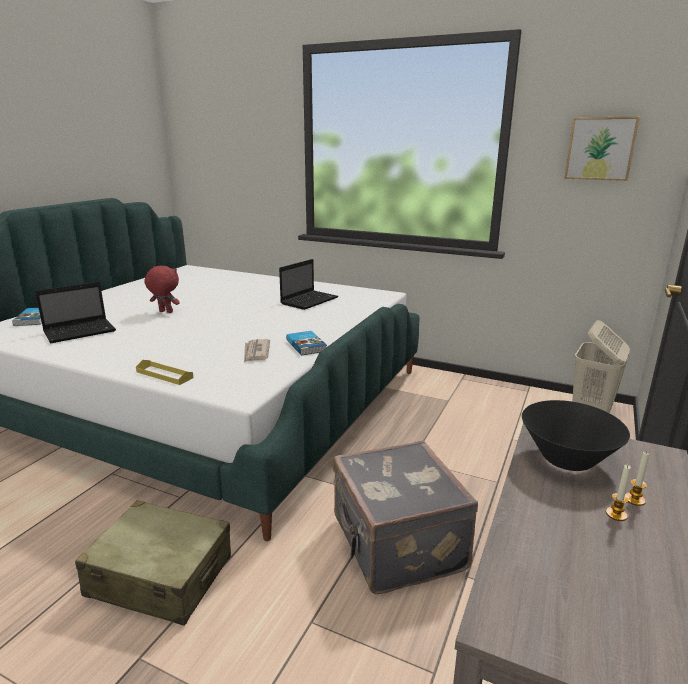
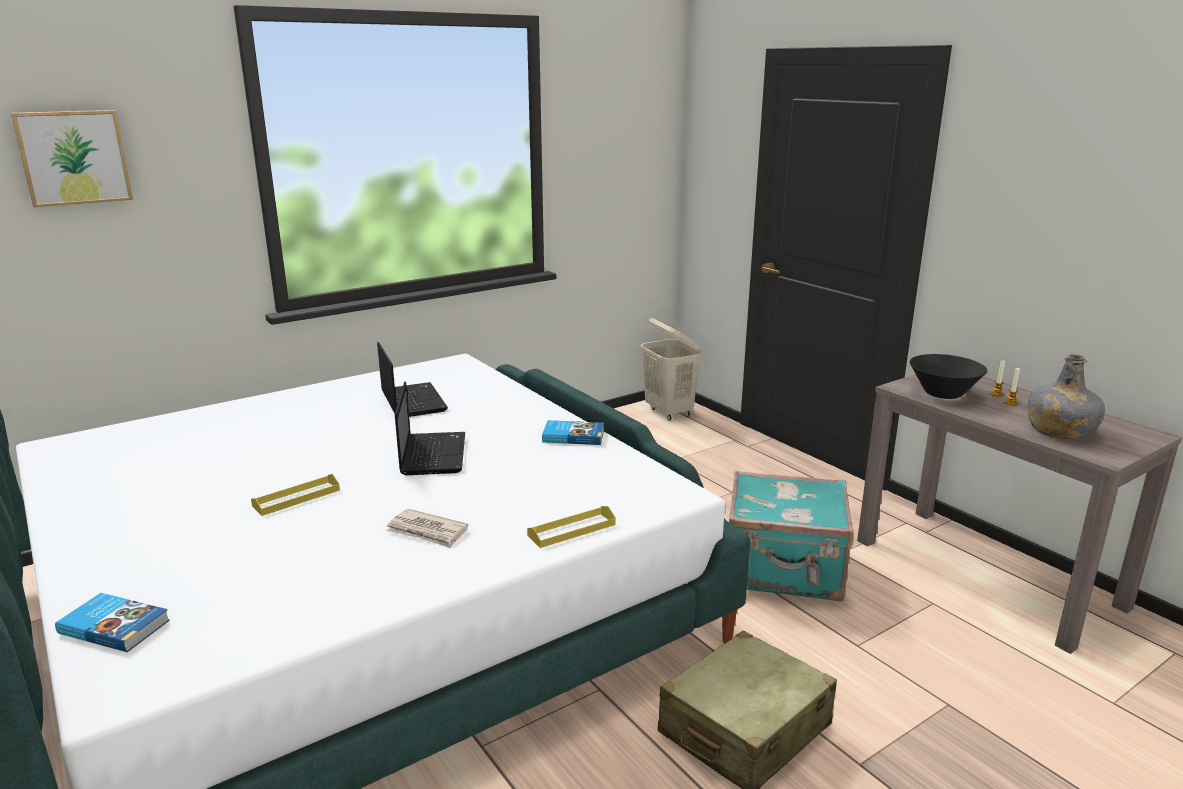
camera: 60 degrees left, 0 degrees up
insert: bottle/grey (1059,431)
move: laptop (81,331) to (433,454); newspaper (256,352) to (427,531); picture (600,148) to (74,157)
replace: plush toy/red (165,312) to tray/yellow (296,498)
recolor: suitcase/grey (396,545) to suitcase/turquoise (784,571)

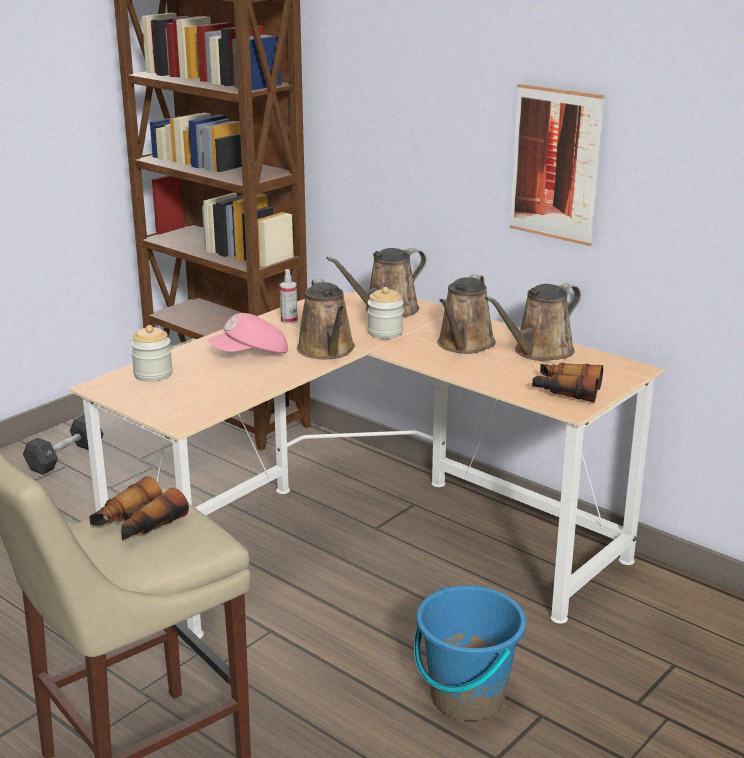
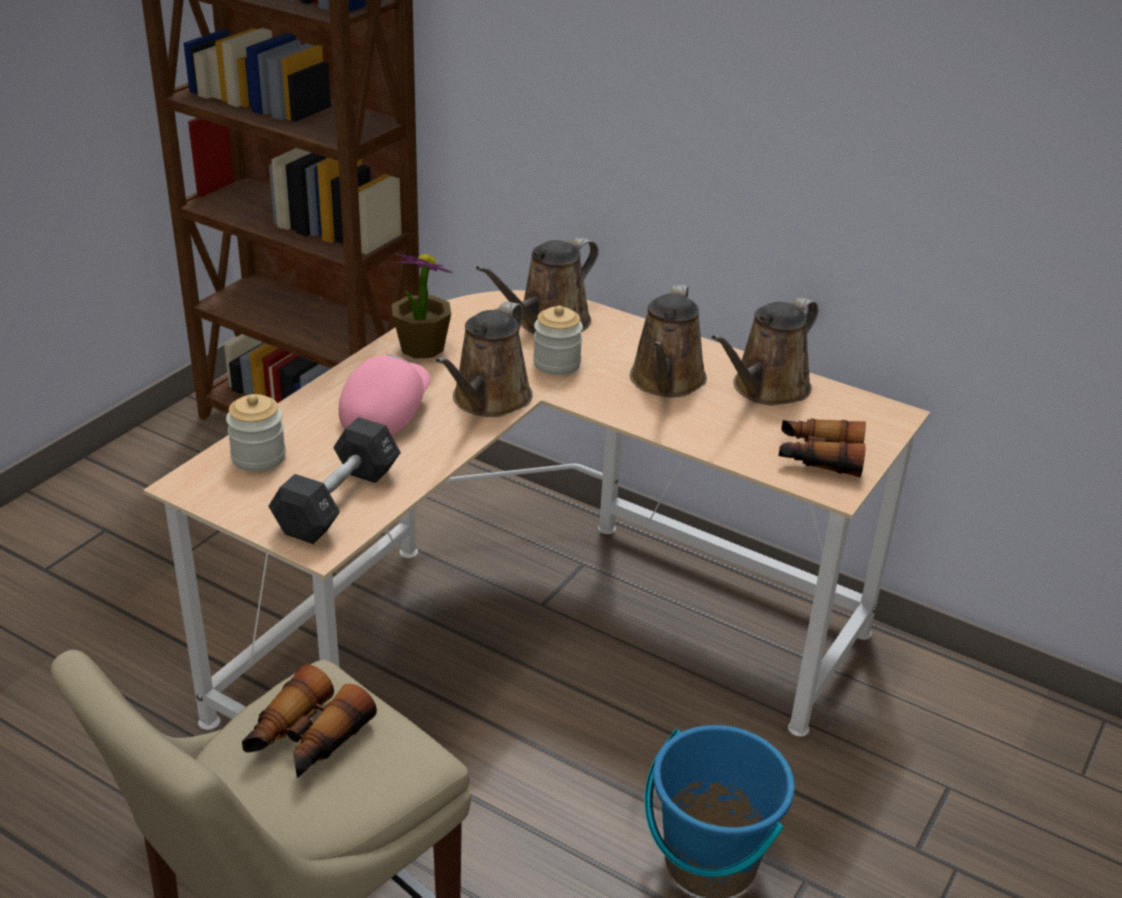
camera: 10 degrees left, 10 degrees up
delete: picture (555,164)
move: dumbbell/black (65,457) to (338,501)
replace: spray bottle (289,321) to potted plant (421,347)
rotate: cap/pink (250,355) = (385,414) 150 degrees clockwise; watering can/brown (327,350) = (488,400) 45 degrees clockwise

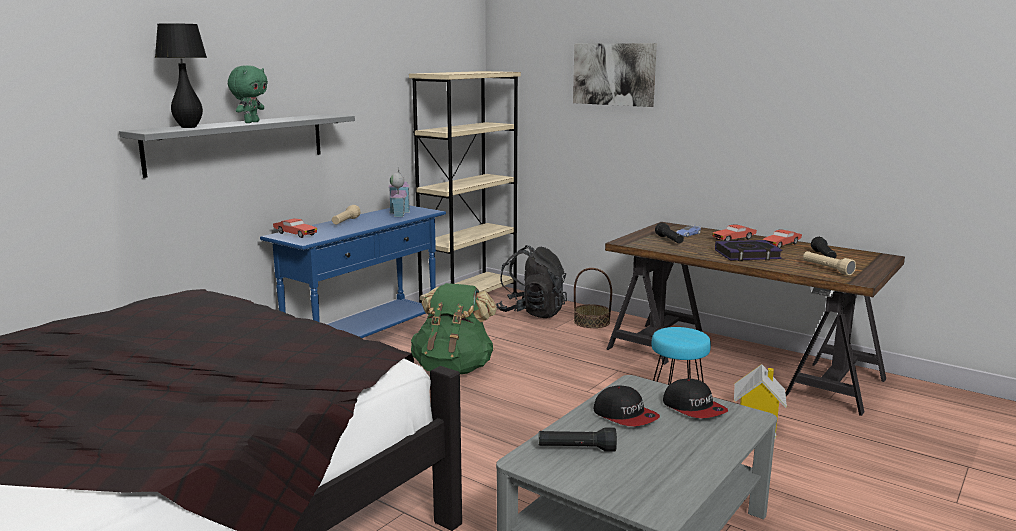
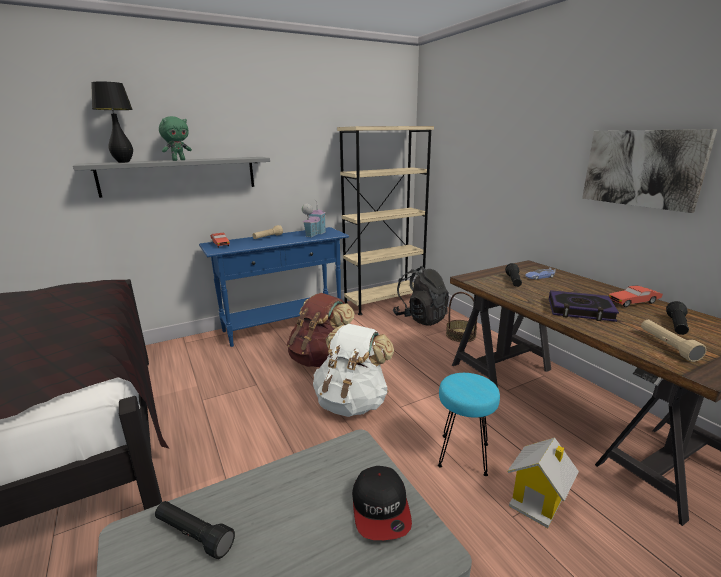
camera: 25 degrees right, 5 degrees up
delete: cap (625,416); toy car/red (734,239)
insert: backpack/white (352,402)
move: picture (614,74) to (642,168)
recolor: backpack/green (454,368) to backpack/brown (320,359)

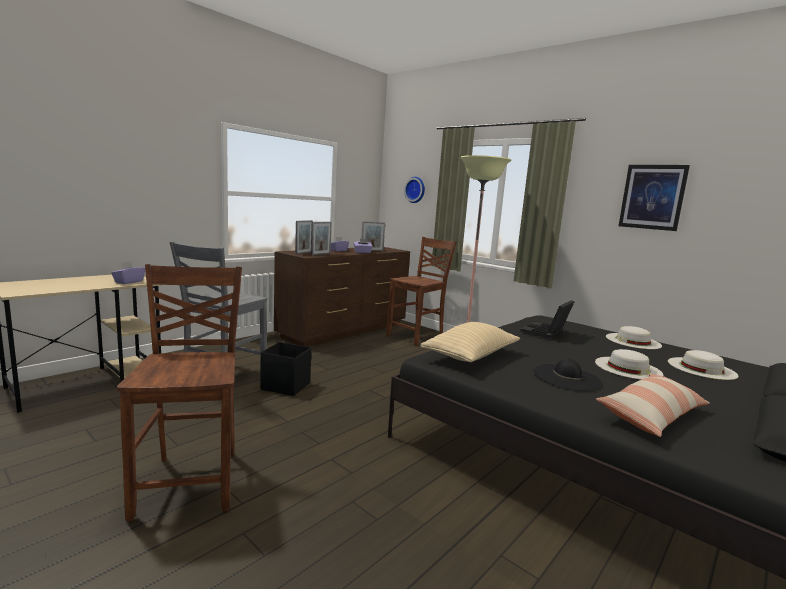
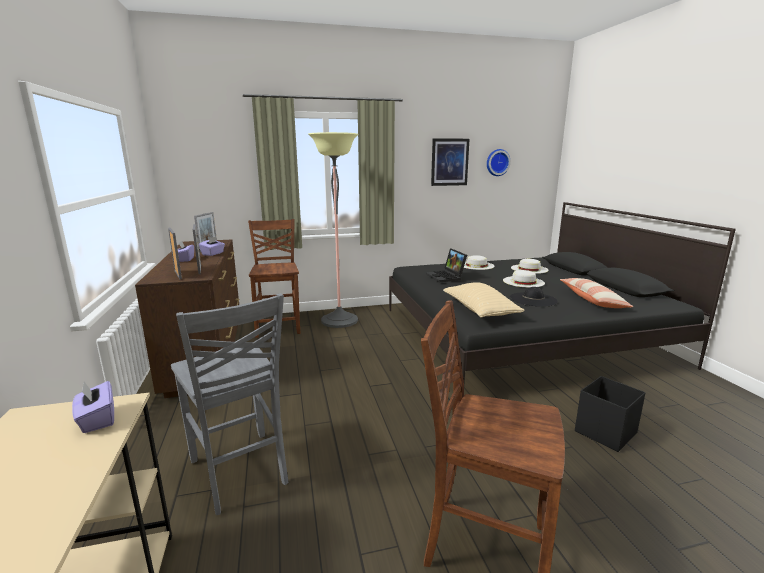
camera: 55 degrees left, 5 degrees up
move: storage box/black (285,386) to (604,432); wall clock (415,190) to (497,162)

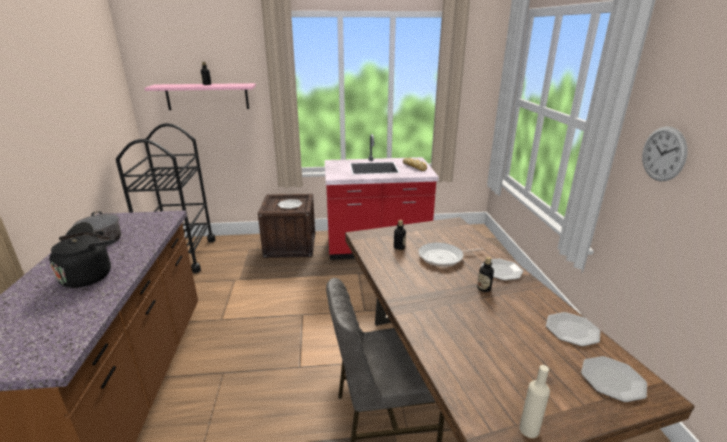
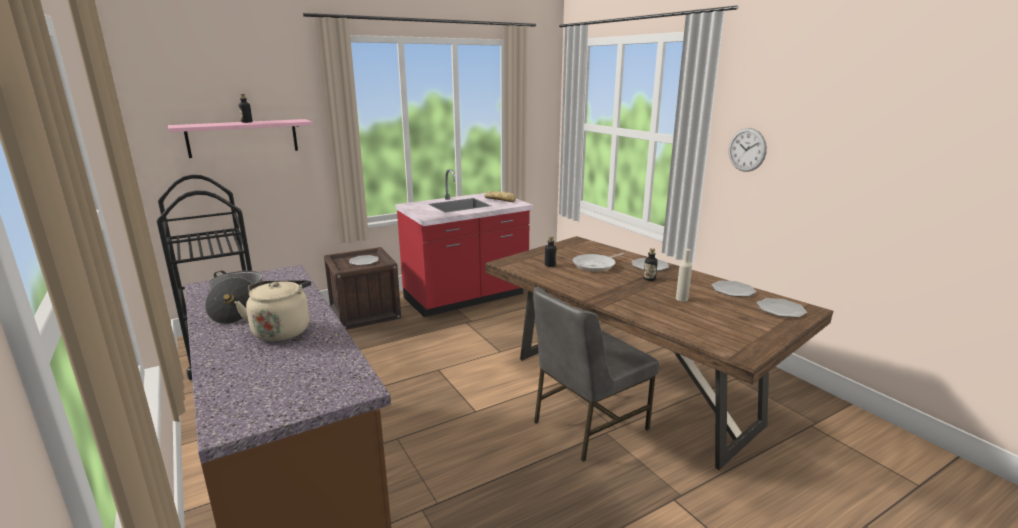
camera: 25 degrees left, 5 degrees down
move: bottle/beige (529,429) to (681,299)
recolor: kettle/black (89,276) to kettle/beige (282,330)

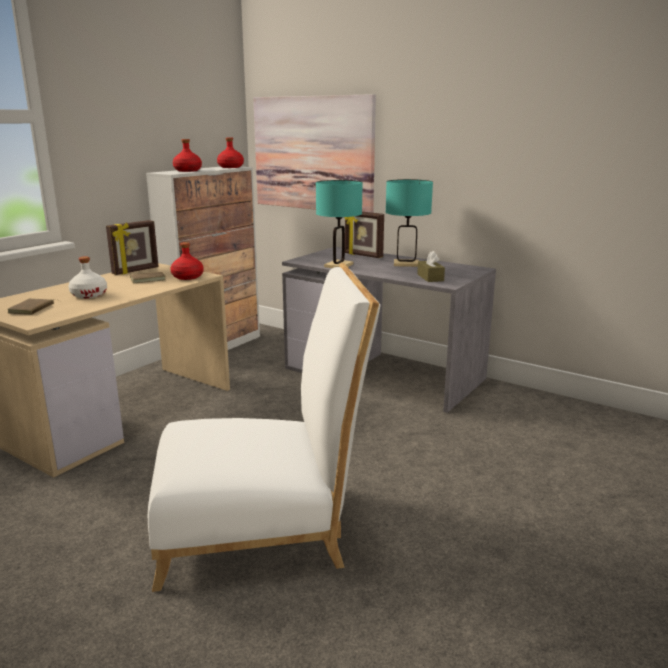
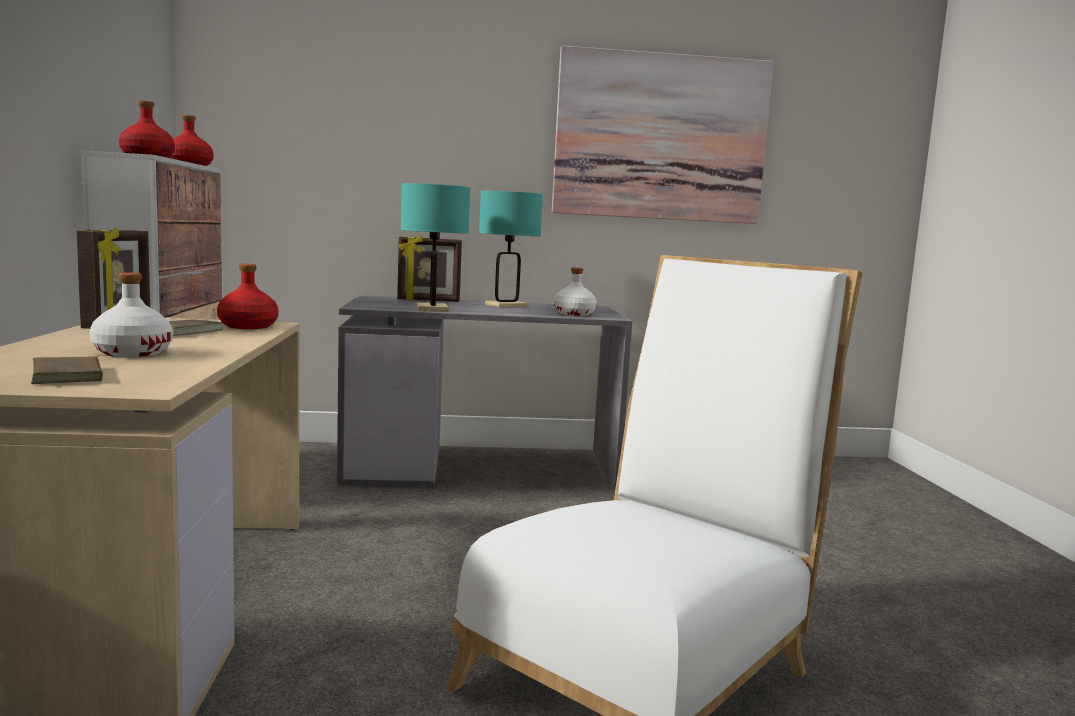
camera: 40 degrees left, 10 degrees down
move: picture (313,153) to (660,137)
replace: tissue box/brown (430,277) to bottle/white (573,314)

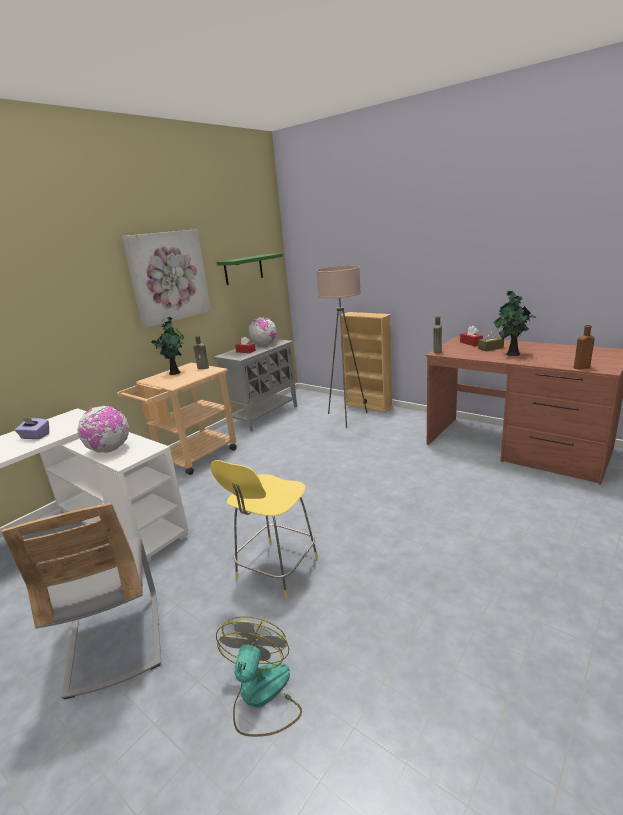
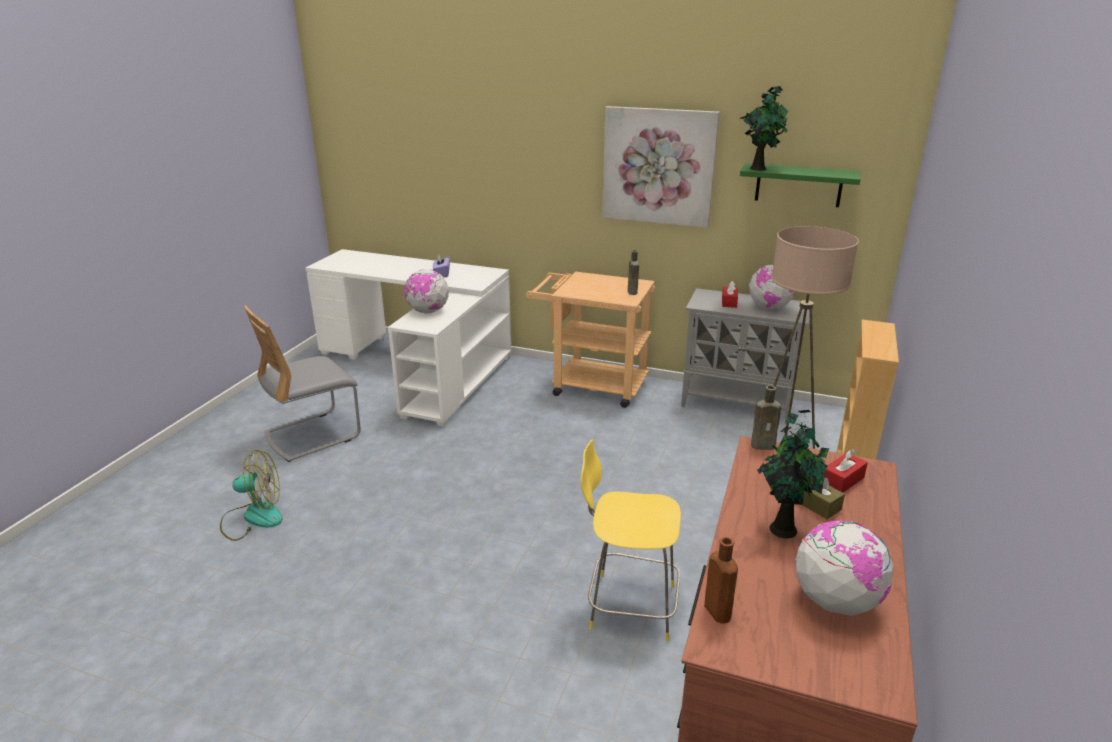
camera: 70 degrees right, 5 degrees up
insert: globe (835,601)
move: potted plant (175,372) to (759,168); stool/yellow (275,569) to (628,606)

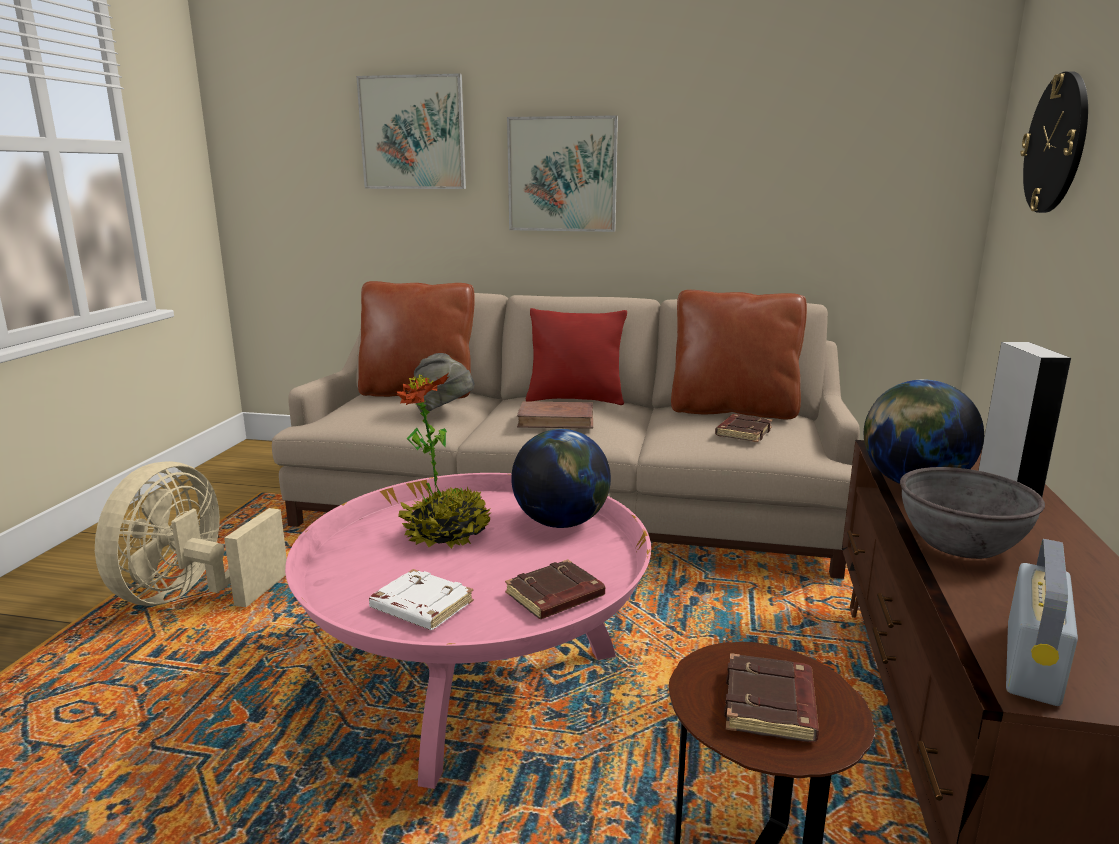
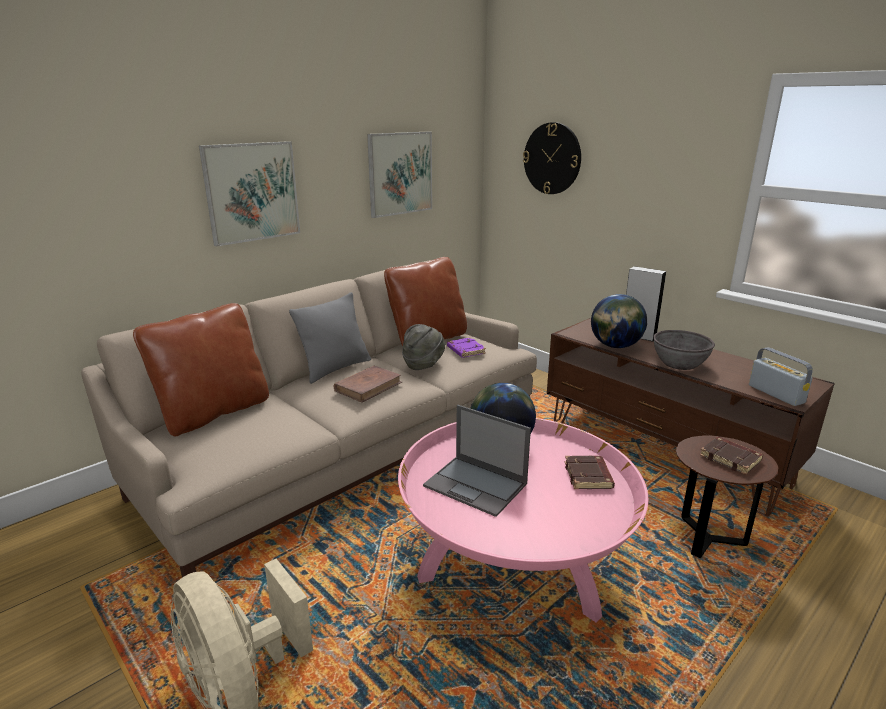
camera: 55 degrees left, 5 degrees up
delete: book/white (420,606)
move: picture (412,133) to (400,173); hat/grey (444,412) to (423,364)
replace: potted plant (446,534) to laptop (476,485)
recolor: pillow/red (575,399) to pillow/grey (335,368); book/brown (743,432) to book/purple (465,350)

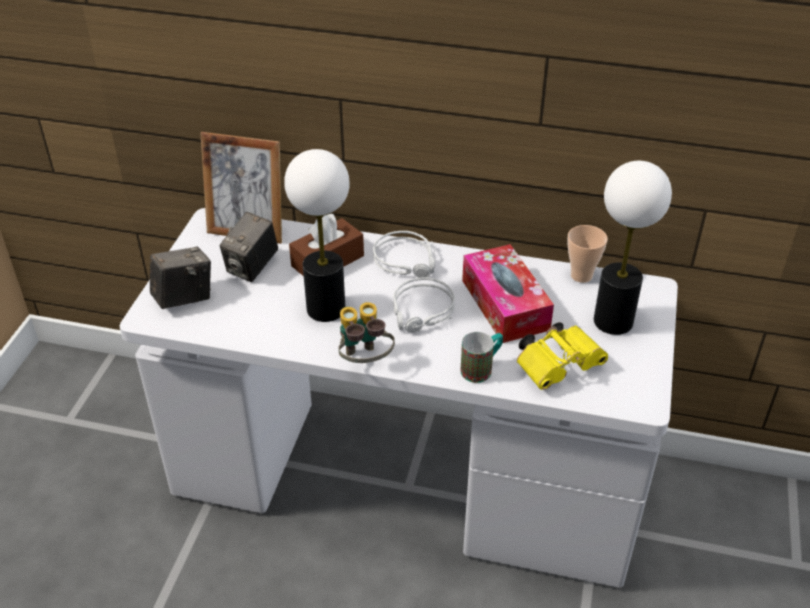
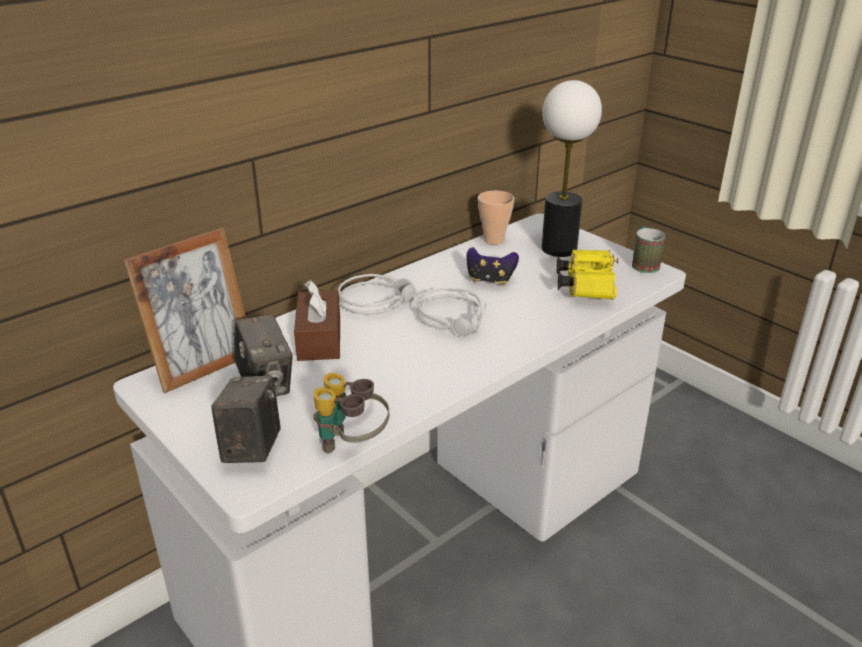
camera: 55 degrees left, 10 degrees down
delete: table lamp (325,309)
move: binoculars (364,361) to (351,445); mug (481,368) to (644,263)
replace: tissue box (505,305) to game controller (490,280)

